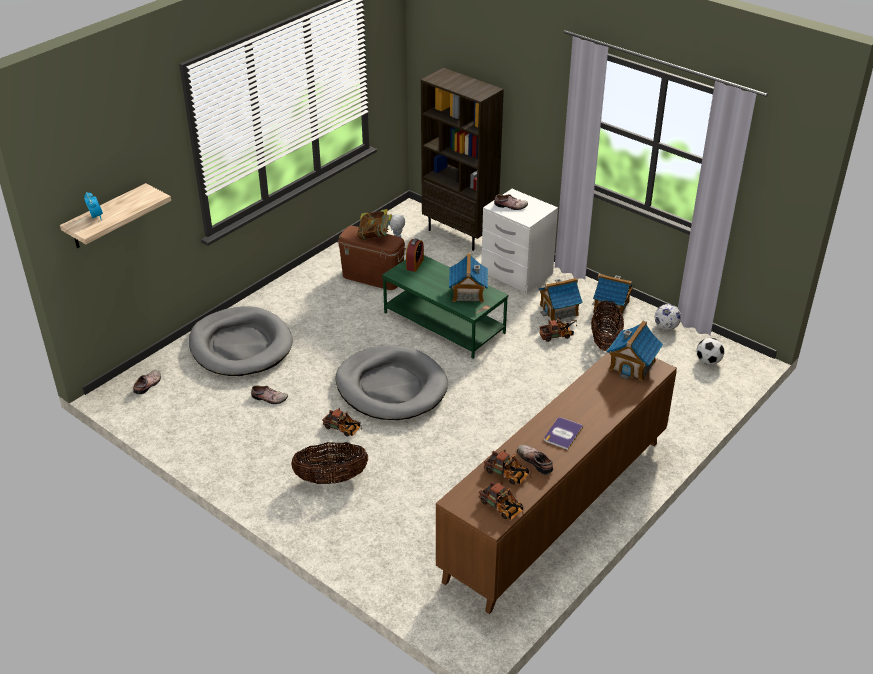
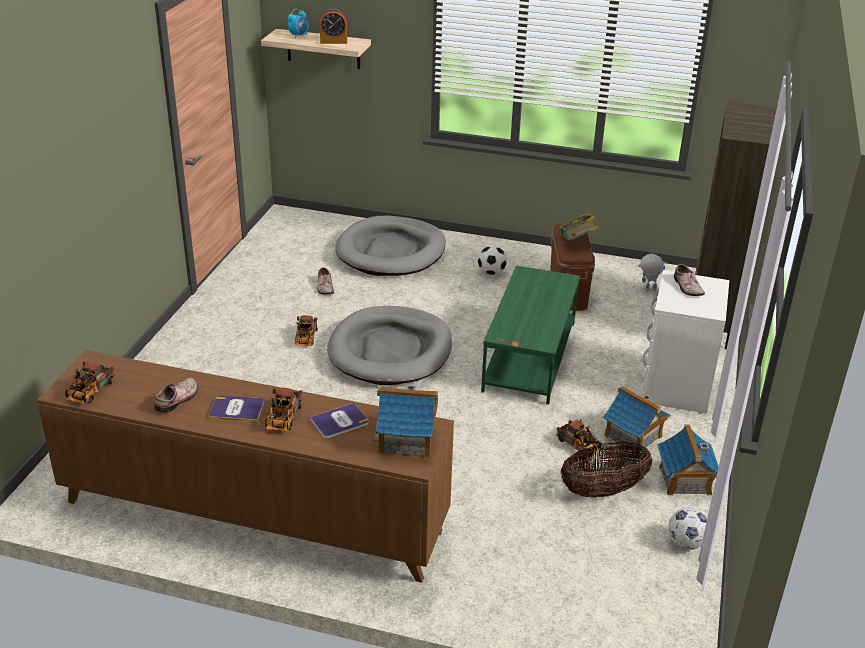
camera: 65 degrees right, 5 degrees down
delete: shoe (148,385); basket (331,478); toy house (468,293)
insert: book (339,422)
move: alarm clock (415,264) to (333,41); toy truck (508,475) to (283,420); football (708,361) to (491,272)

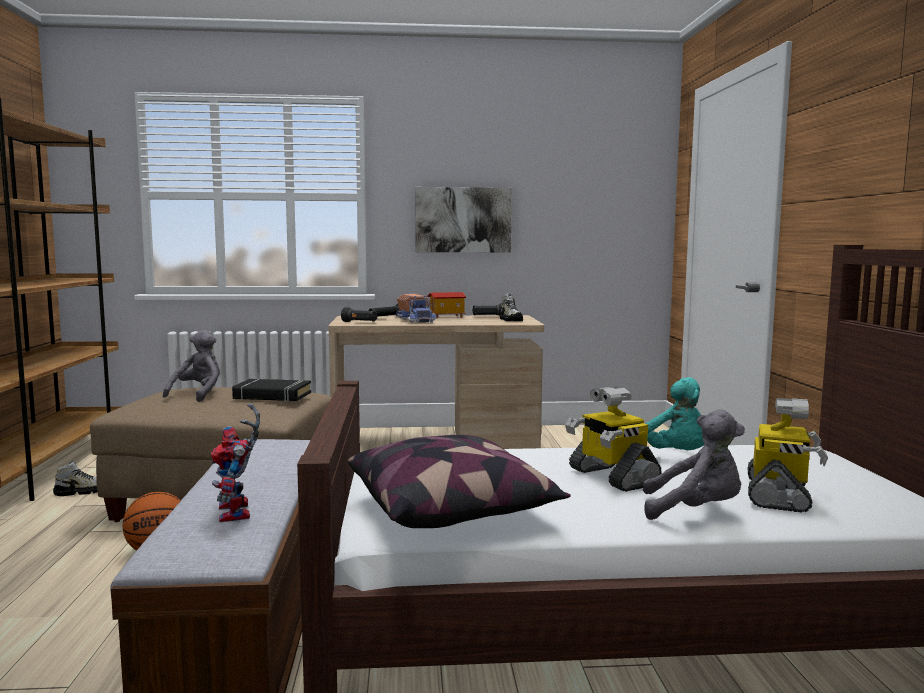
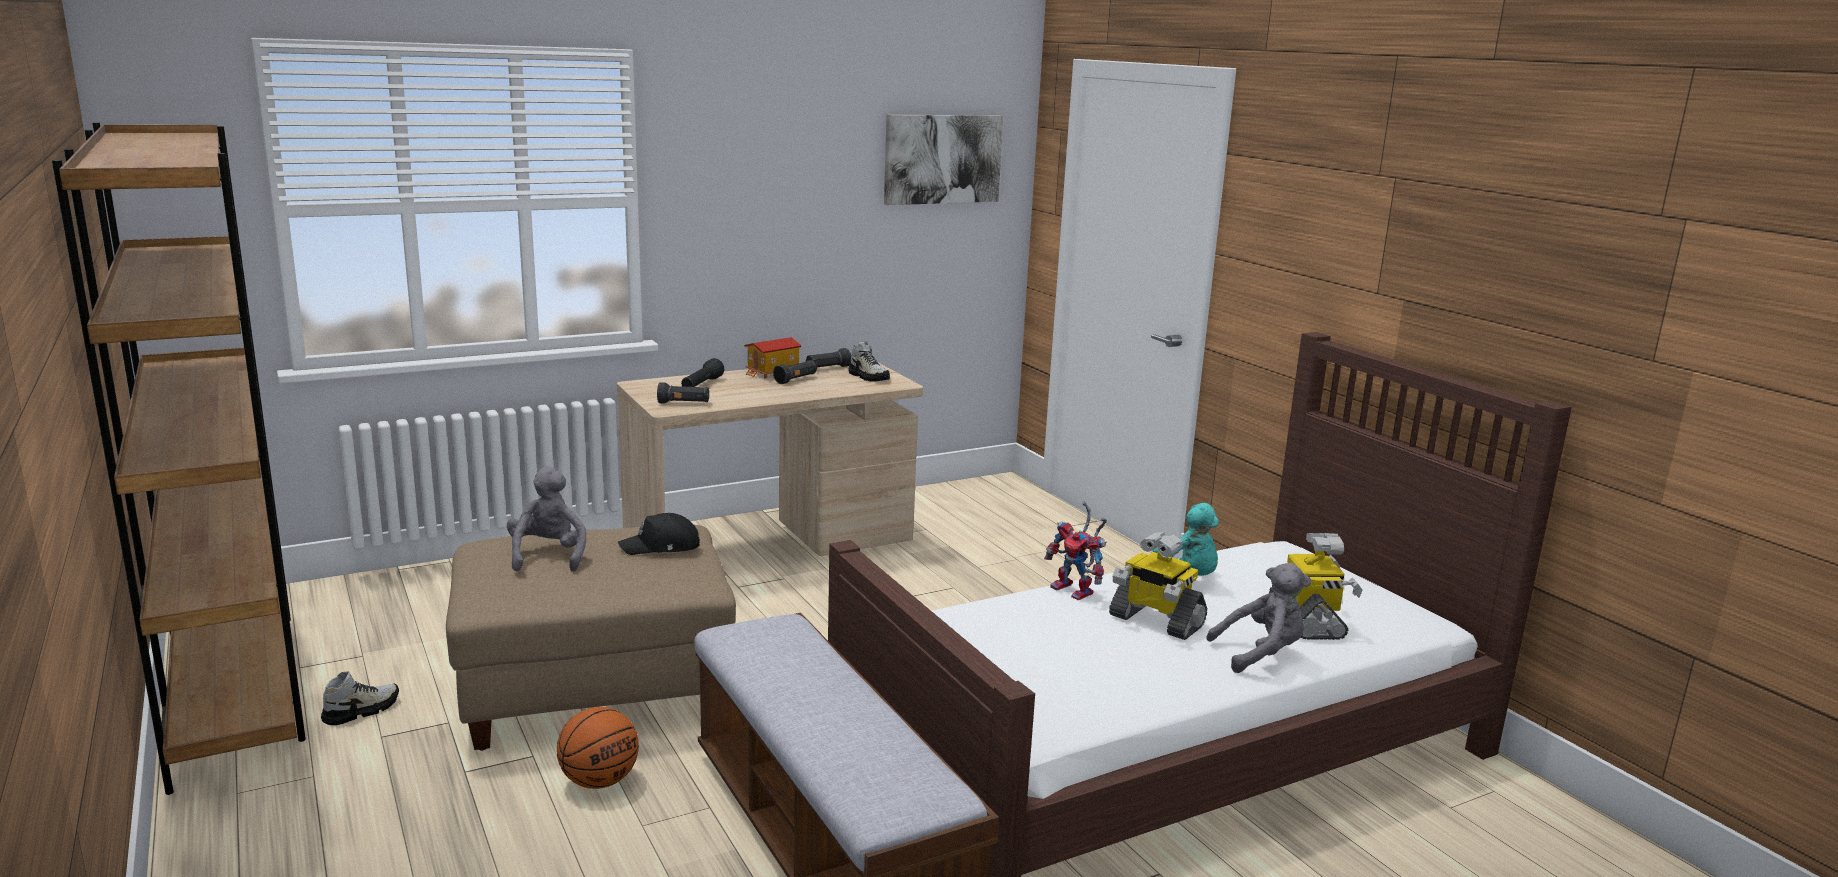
camera: 25 degrees left, 10 degrees up
delete: pillow (452,509); toy truck (416,320)
insert: flashlight/black (796,380)
move: toy robot (238,514) to (1077,591); picture (463,220) to (942,159)
replace: book/black (272,396) to cap/black (661,547)

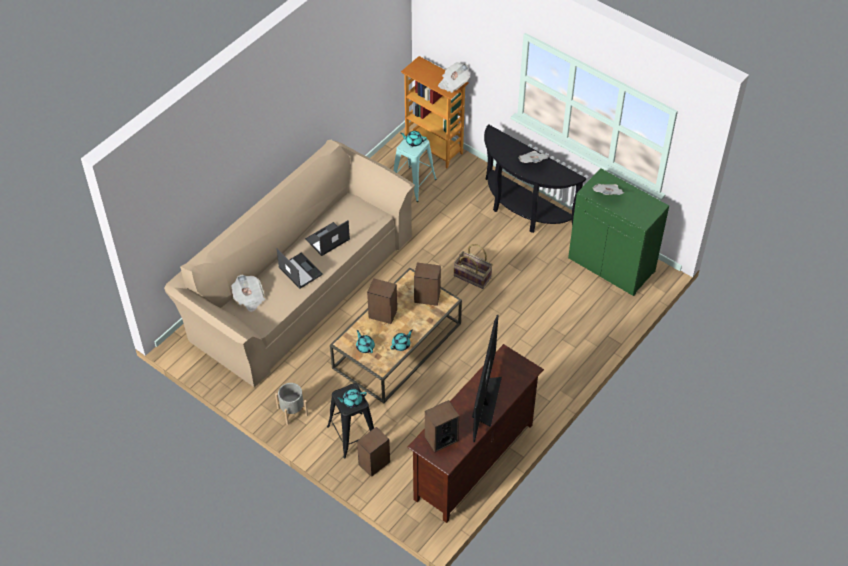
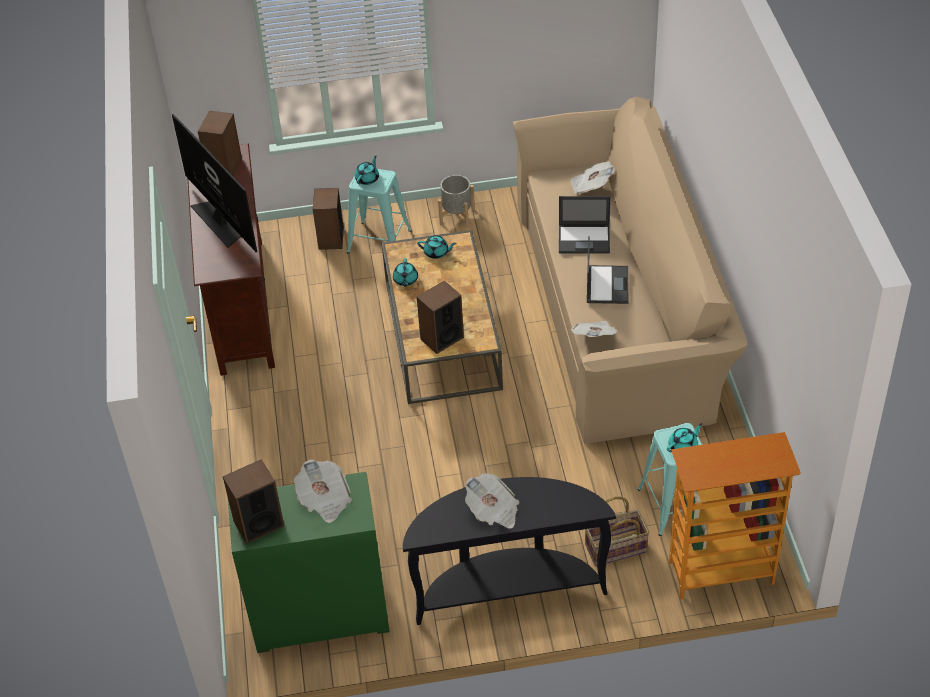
camera: 135 degrees right, 5 degrees down
move: speaker (383,314) to (258,523); newspaper (453,83) to (595,337); basket (472,276) to (615,549)
recolor: stool/black (352,435) to stool/turquoise (379,241)

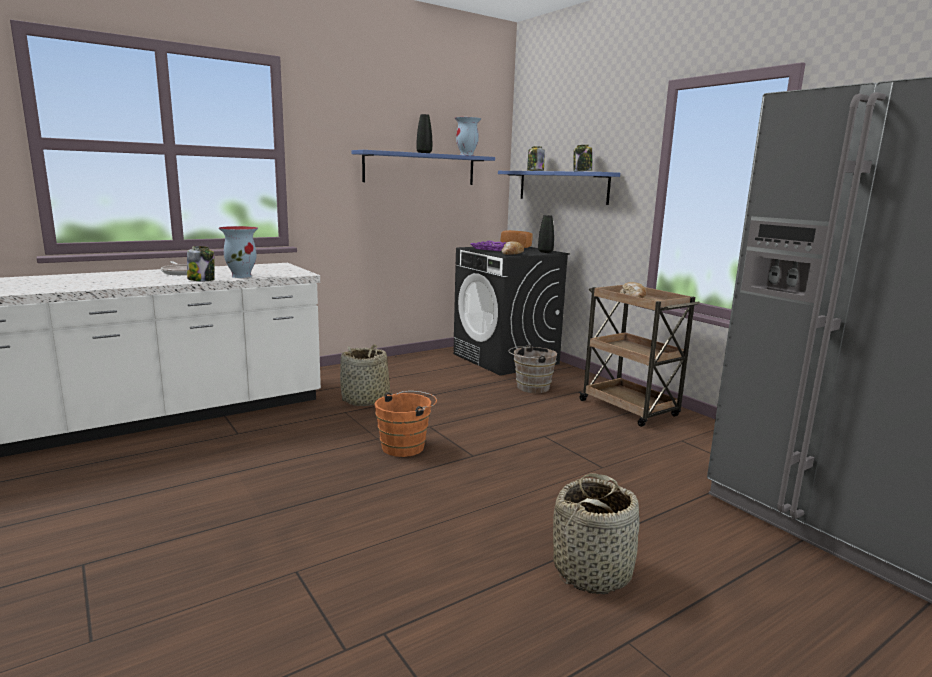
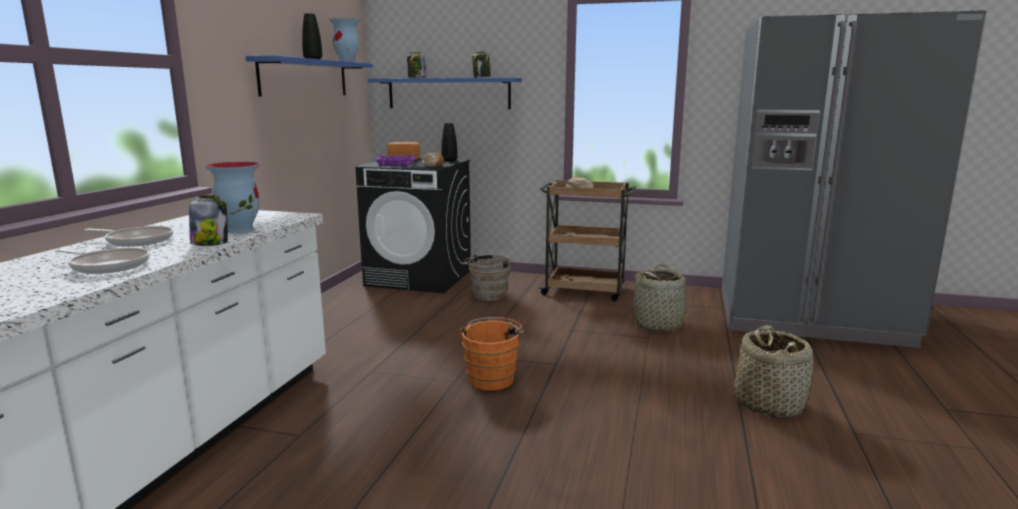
camera: 40 degrees left, 0 degrees up
insert: frying pan (108,266)
move: basket (365,400) to (659,324)

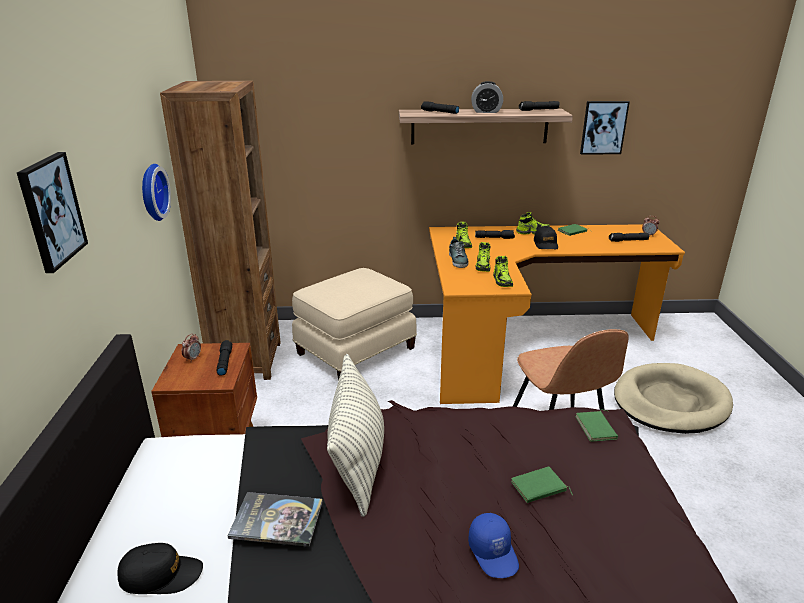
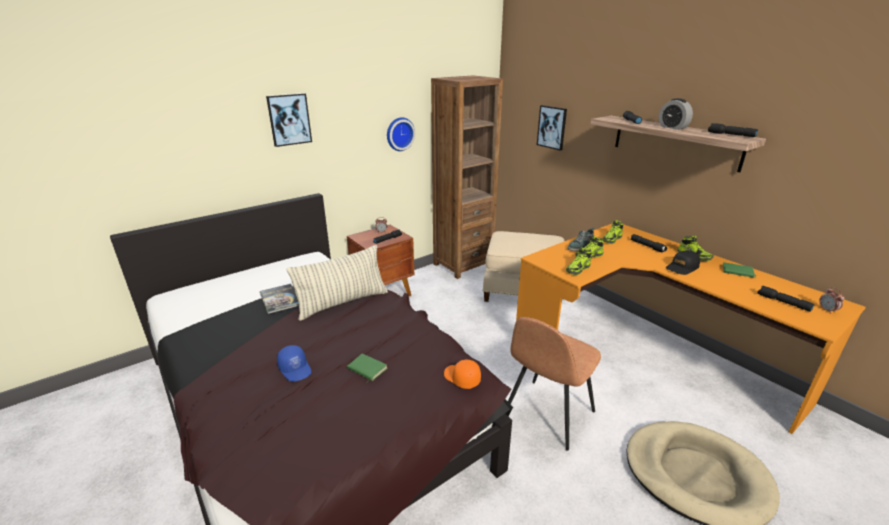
camera: 55 degrees right, 0 degrees up
delete: cap/black (161,575)
move: picture (603,127) to (552,127)
replace: book/green (597,428) to cap/orange (461,378)
rotate: cap/blue (494,553) = (295,369) 75 degrees counterclockwise

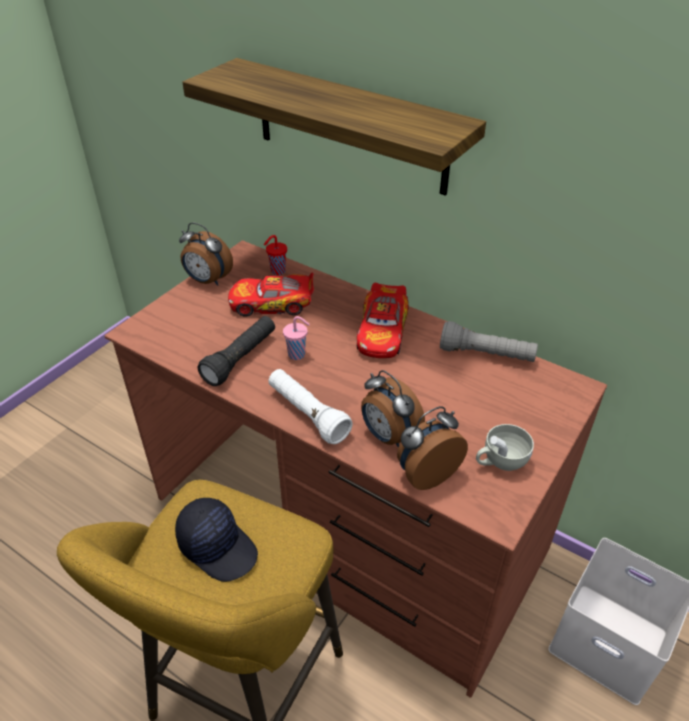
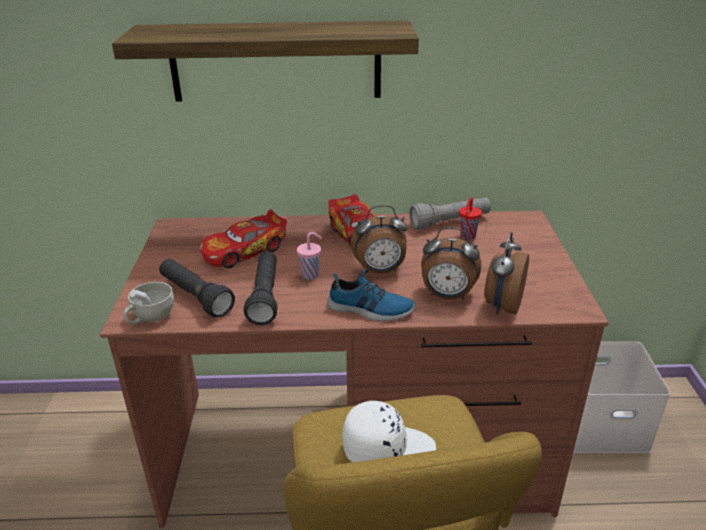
camera: 35 degrees left, 10 degrees down
insert: flashlight/black (195,297)
move: alarm clock (207,281) to (380,271); cup/red (277,271) to (467,237); cup/white (500,461) to (150,317)
replace: flashlight/white (307,414) to shoe (370,309)
recolor: cap/black (218,546) to cap/white (387,448)

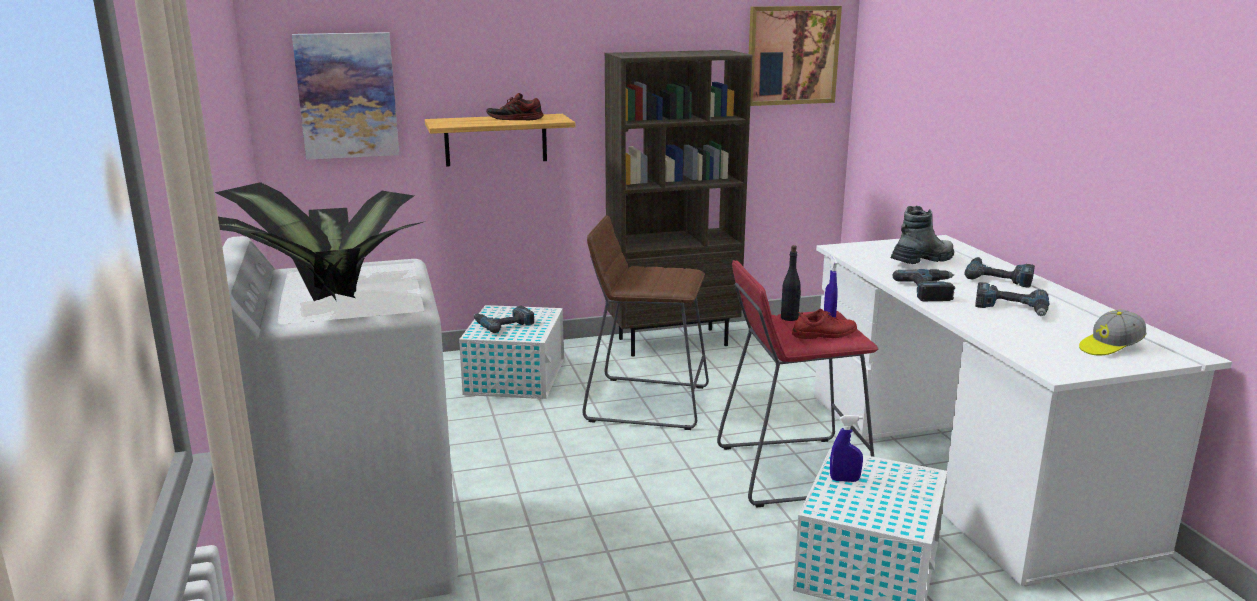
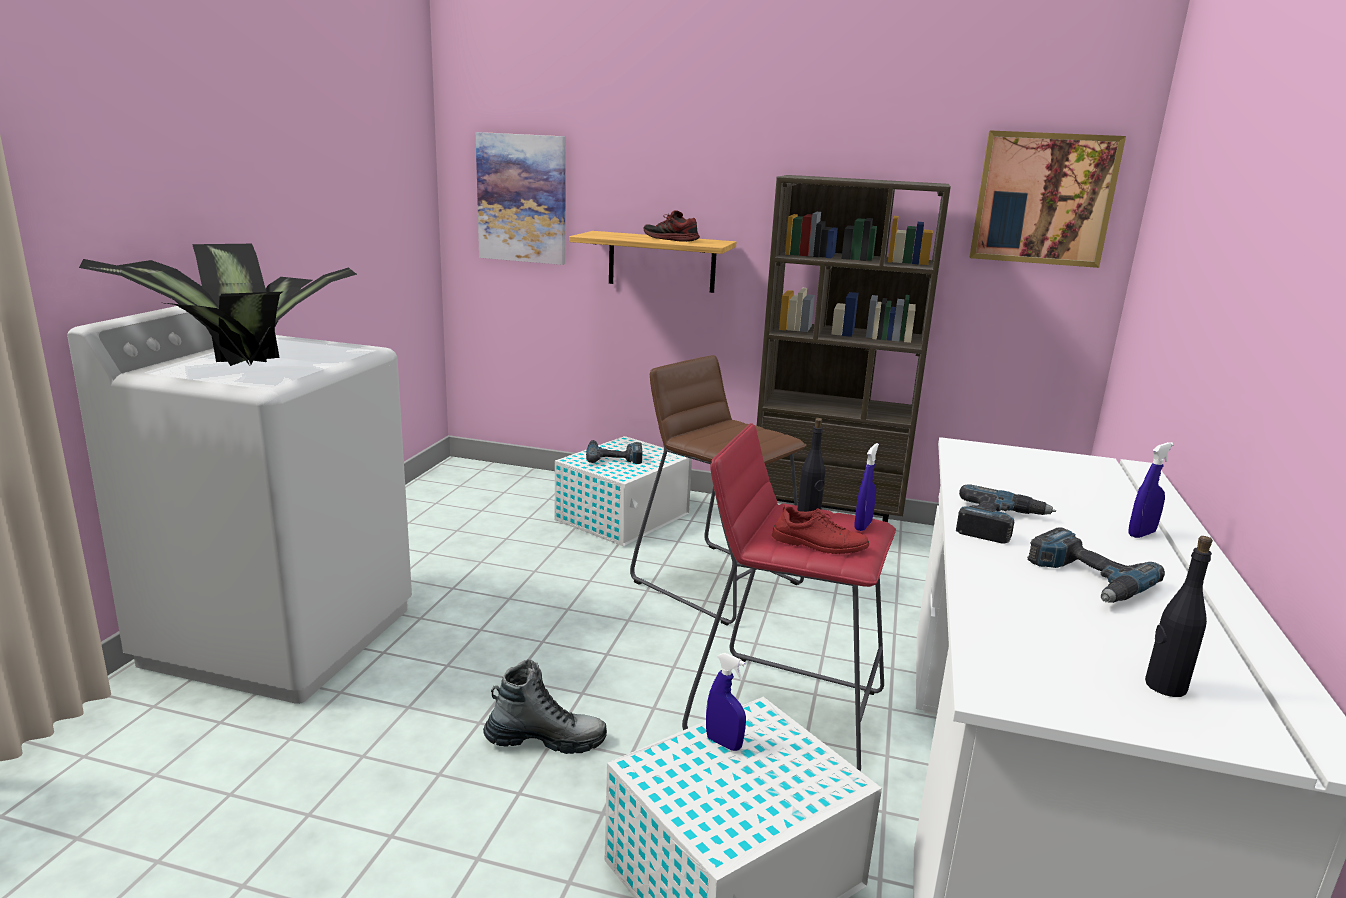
camera: 30 degrees right, 0 degrees up
move: boot (921,261) to (545,740)
replace: power drill (998,277) to spray bottle/blue (1141,534); cap (1110,347) to bottle/black (1164,686)

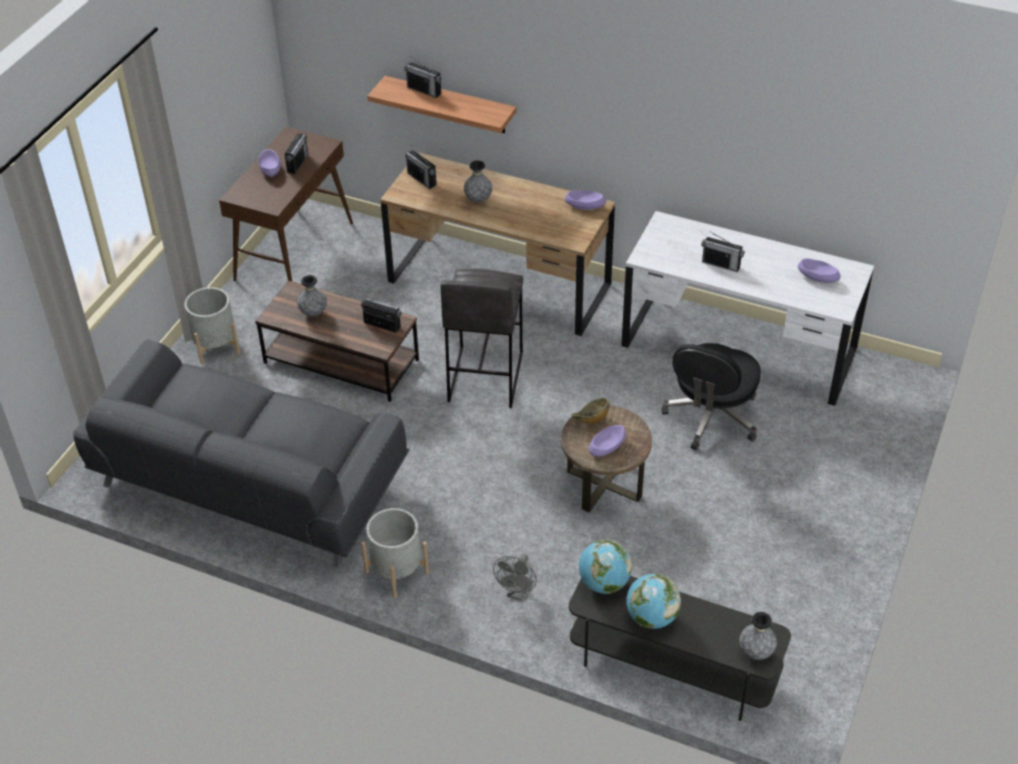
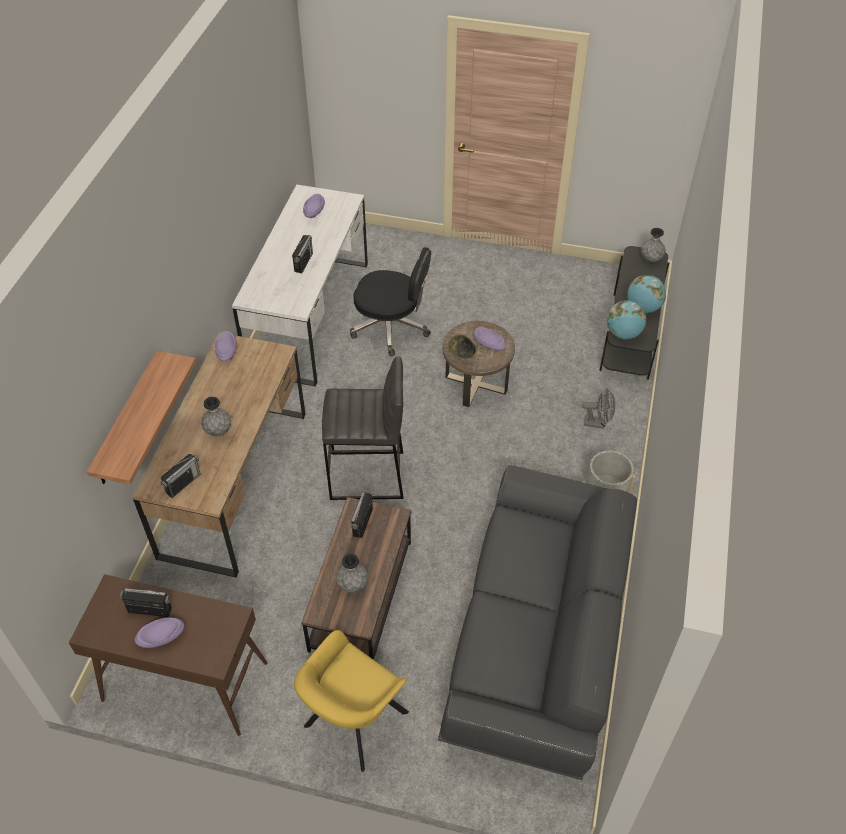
camera: 100 degrees left, 5 degrees up
delete: radio (424,90)
replace: planter/grey (216,346) to armchair/yellow (352,723)

